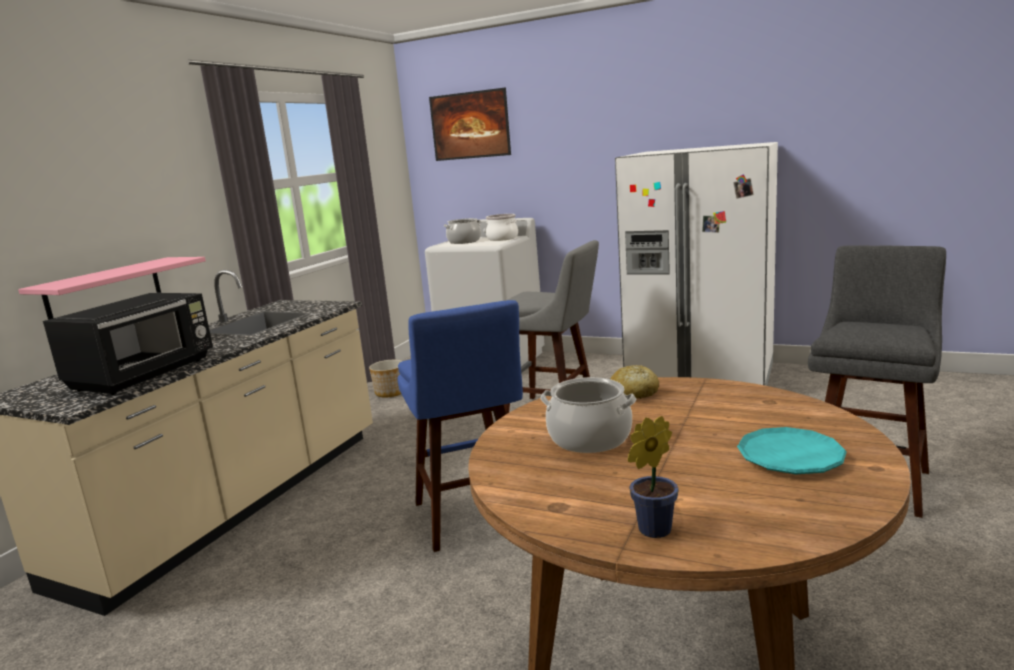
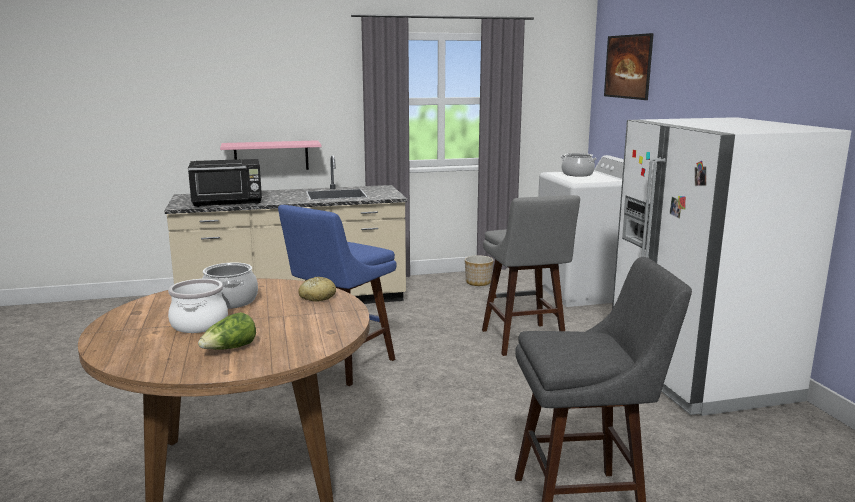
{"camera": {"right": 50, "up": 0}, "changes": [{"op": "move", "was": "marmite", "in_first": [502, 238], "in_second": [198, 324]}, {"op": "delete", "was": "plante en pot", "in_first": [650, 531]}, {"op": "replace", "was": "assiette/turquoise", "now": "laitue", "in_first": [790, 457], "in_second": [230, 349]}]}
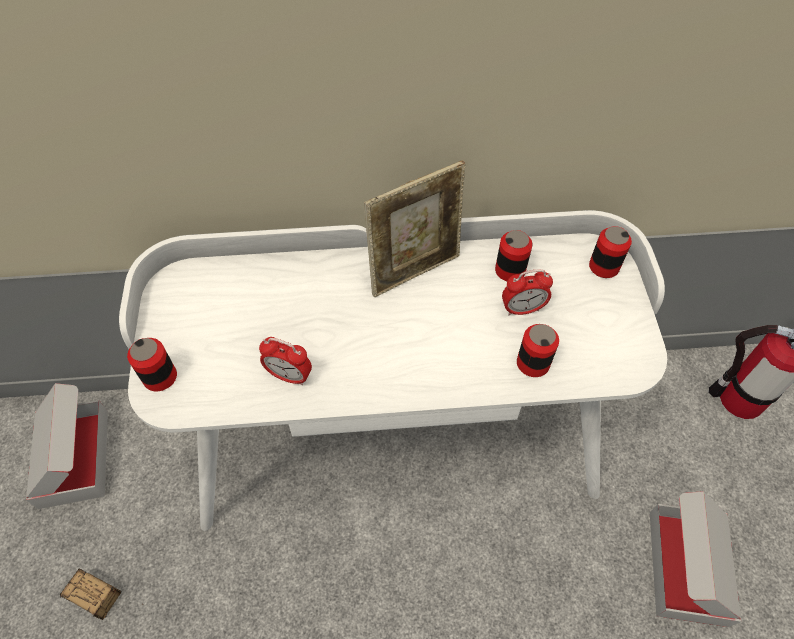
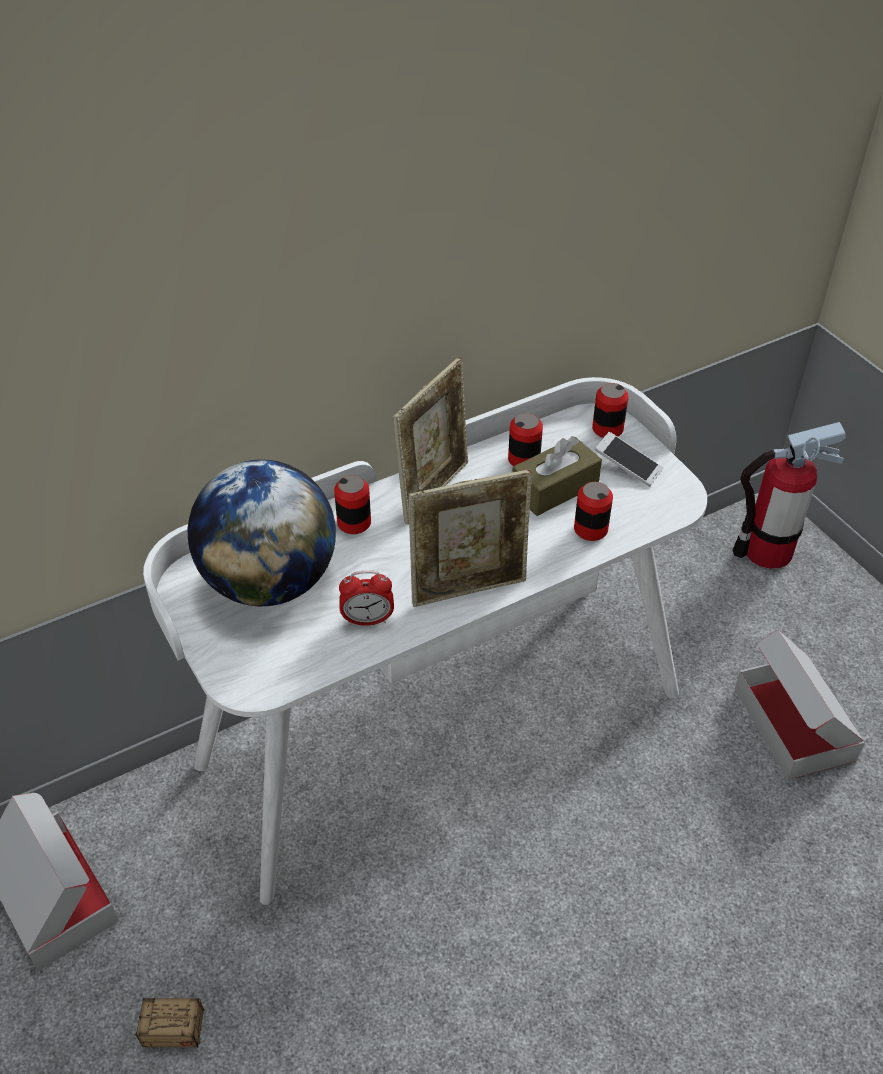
{"camera": {"right": -25, "up": -10}, "changes": [{"op": "move", "was": "boîte métallique", "in_first": [160, 377], "in_second": [354, 523]}, {"op": "replace", "was": "réveil", "now": "boîte à mouchoirs/marron", "in_first": [522, 309], "in_second": [555, 488]}, {"op": "insert", "now": "globe", "in_second": [270, 582]}, {"op": "insert", "now": "cadre photo", "in_second": [469, 588]}, {"op": "insert", "now": "téléphone", "in_second": [627, 467]}]}
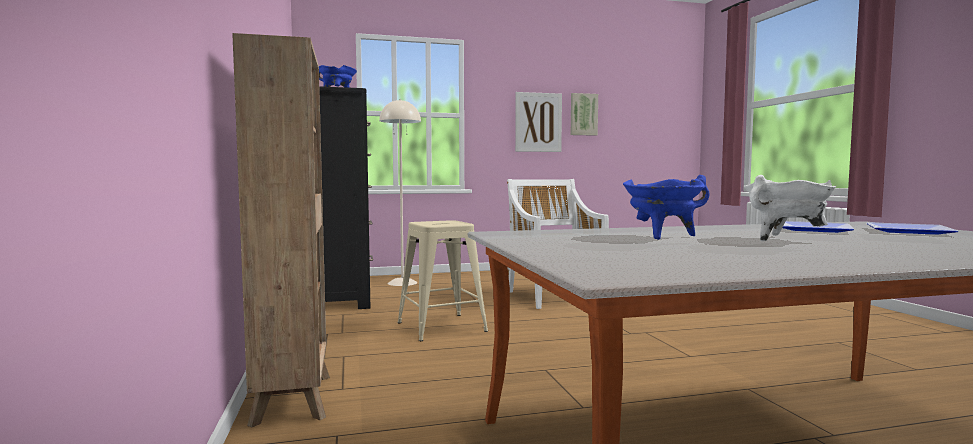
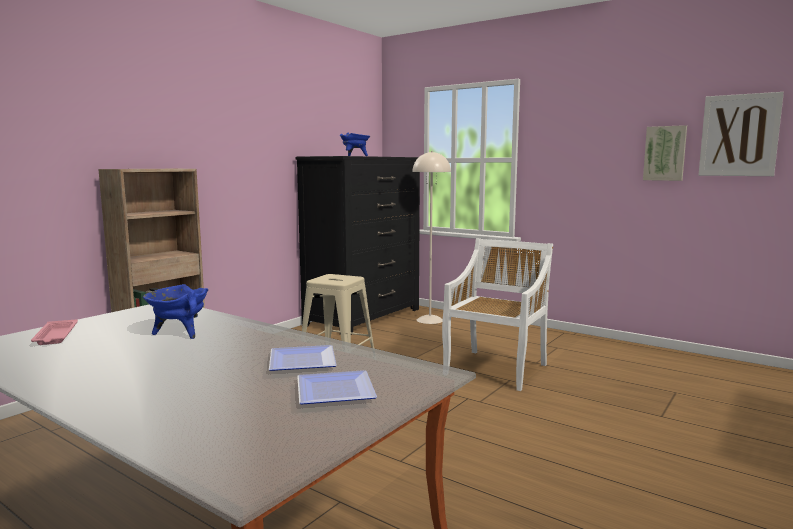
{"camera": {"right": 50, "up": 5}, "changes": [{"op": "move", "was": "tableau", "in_first": [538, 122], "in_second": [739, 135]}, {"op": "delete", "was": "marmite/blanc", "in_first": [785, 239]}, {"op": "insert", "now": "plateau/rose", "in_second": [55, 336]}]}
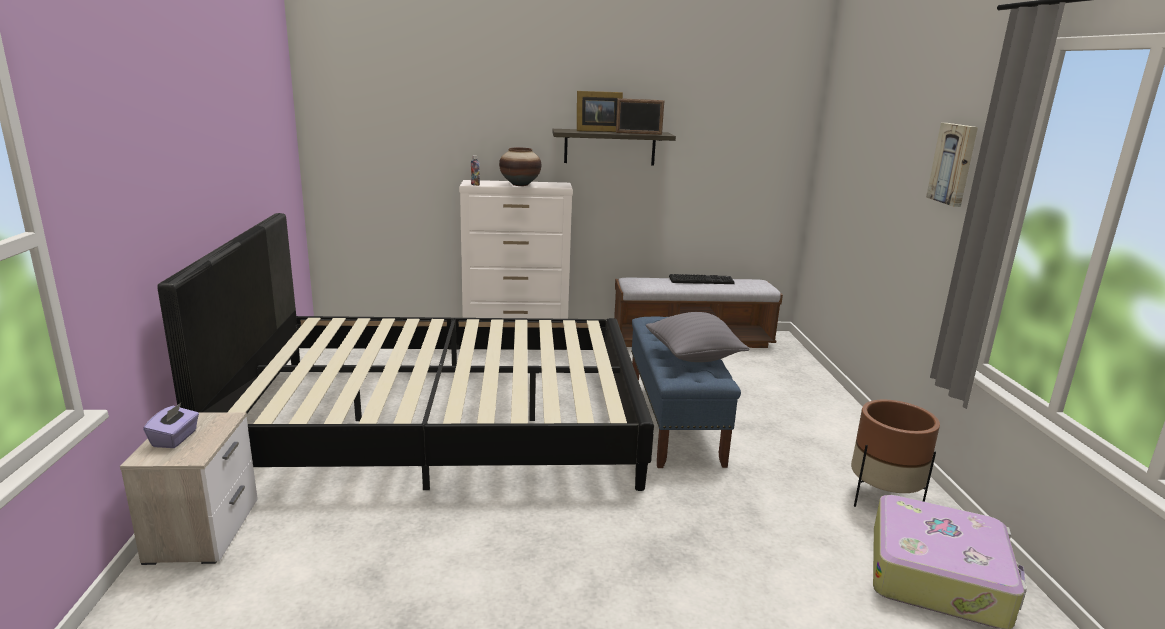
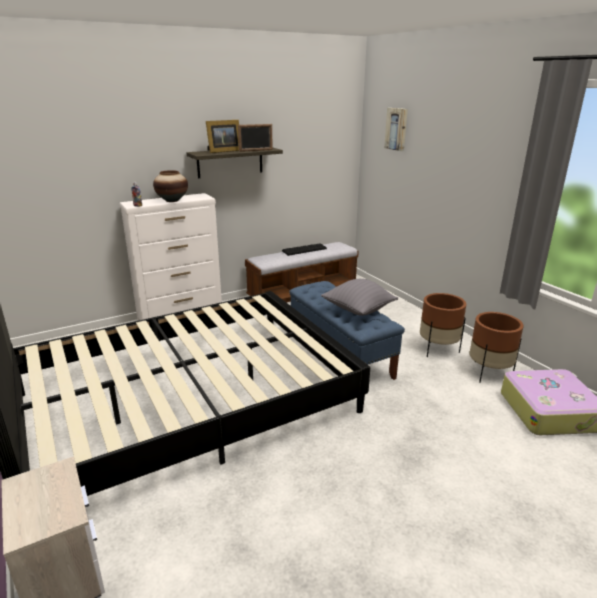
{"camera": {"right": -25, "up": 5}, "changes": [{"op": "delete", "was": "boîte à mouchoirs/violet", "in_first": [175, 439]}, {"op": "move", "was": "tableau", "in_first": [954, 164], "in_second": [397, 129]}, {"op": "insert", "now": "cache-pot/marron", "in_second": [438, 349]}]}
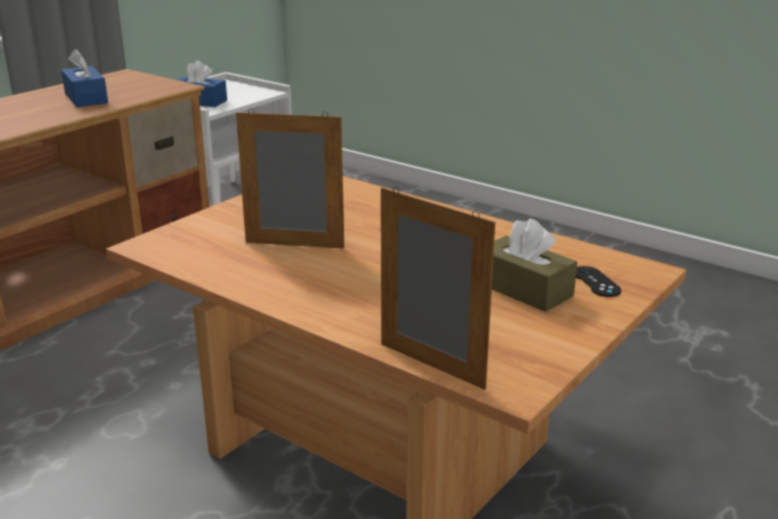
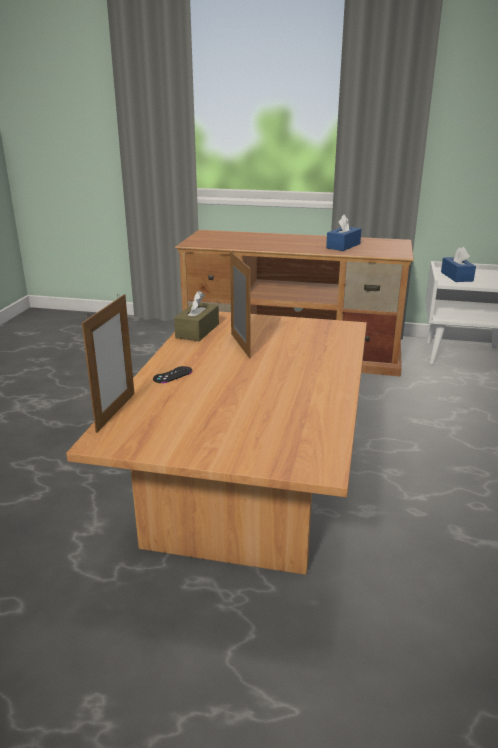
{"camera": {"right": 65, "up": 0}, "changes": [{"op": "move", "was": "boîte à mouchoirs/marron", "in_first": [523, 289], "in_second": [197, 331]}, {"op": "move", "was": "manette/noir", "in_first": [595, 282], "in_second": [173, 375]}]}
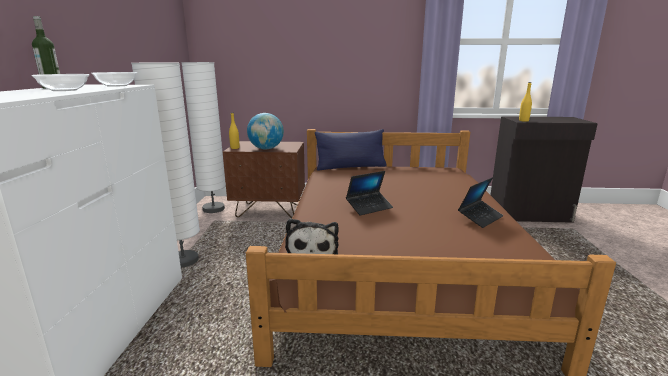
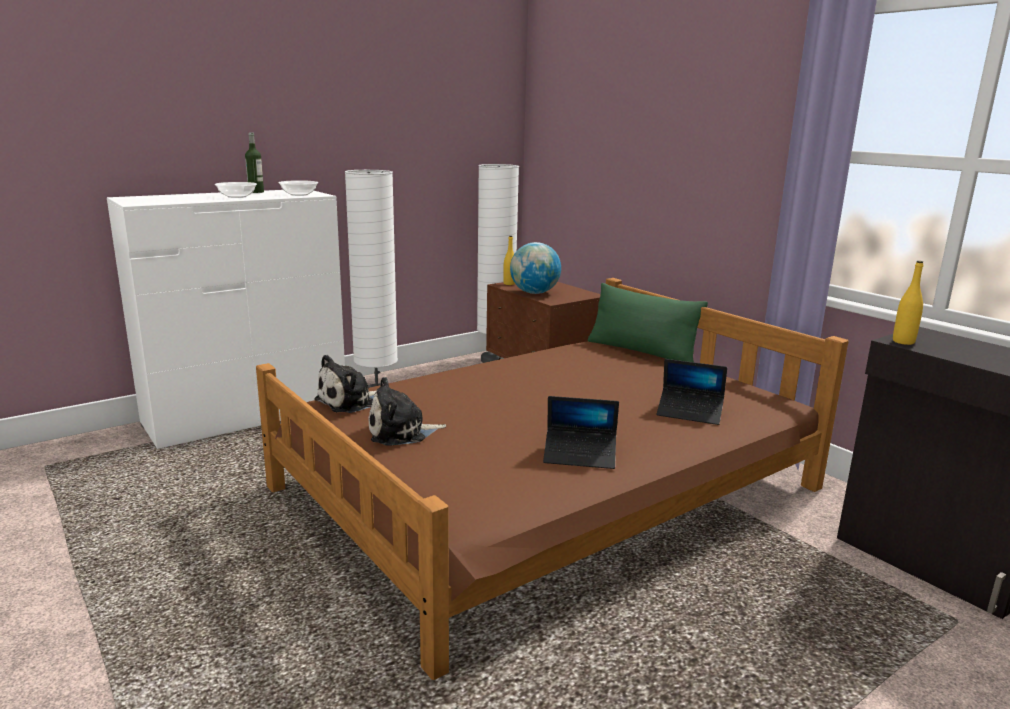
{"camera": {"right": 50, "up": 0}, "changes": [{"op": "recolor", "was": "coussin/bleu", "now": "coussin/vert", "in_first": [351, 167], "in_second": [641, 351]}, {"op": "move", "was": "ordinateur portable", "in_first": [369, 207], "in_second": [689, 413]}, {"op": "insert", "now": "peluche", "in_second": [401, 432]}]}
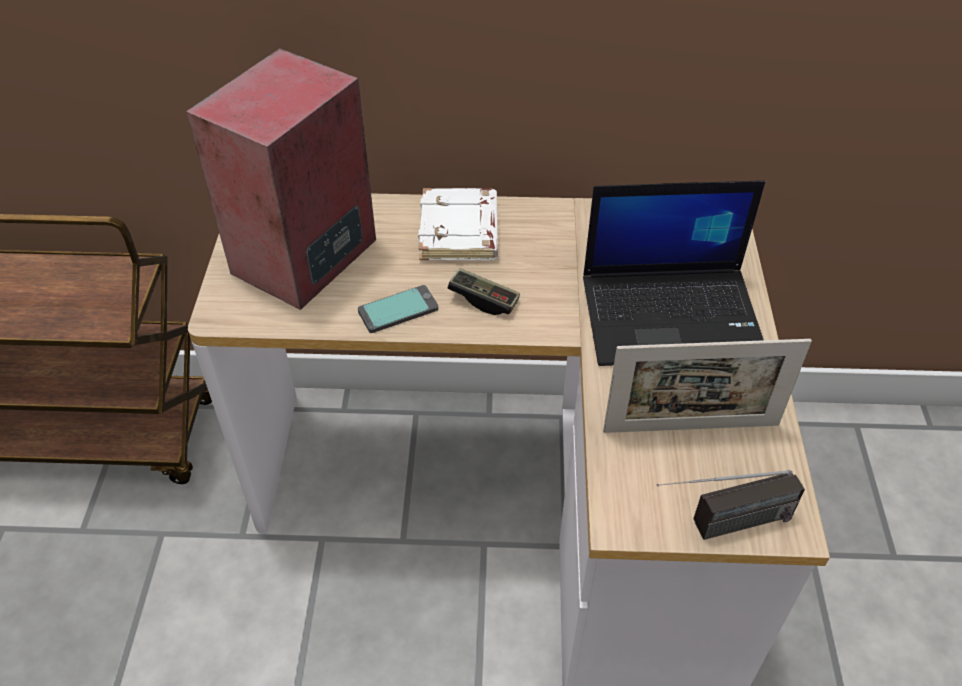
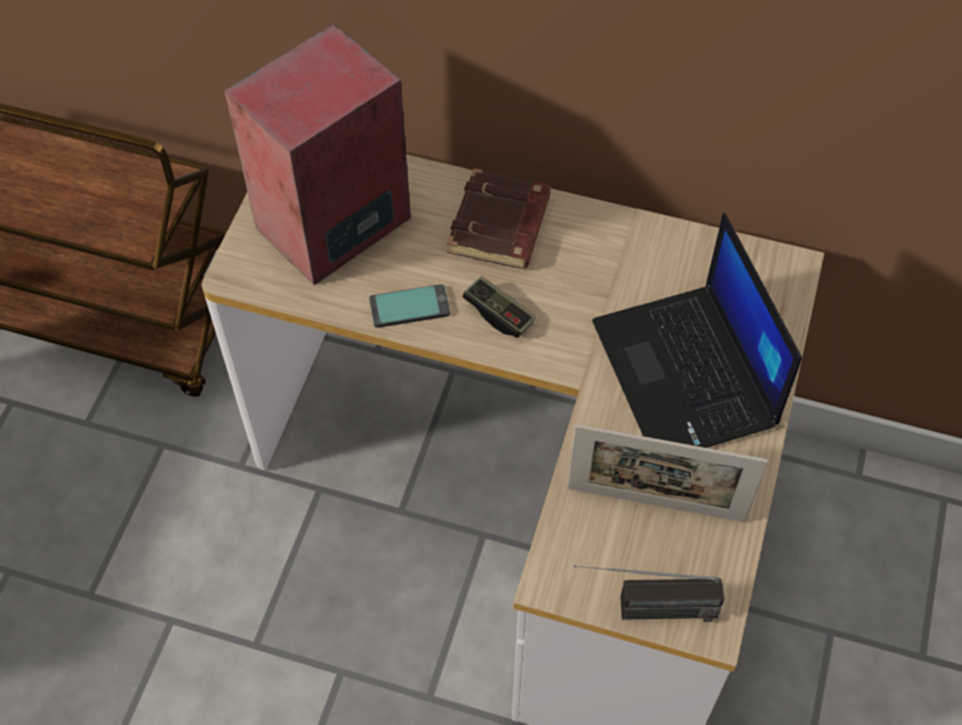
{"camera": {"right": 15, "up": 10}, "changes": [{"op": "recolor", "was": "livre/blanc", "now": "livre/marron", "in_first": [460, 232], "in_second": [500, 226]}, {"op": "rotate", "was": "ordinateur portable", "in_first": [673, 315], "in_second": [687, 375], "clockwise": 60}]}
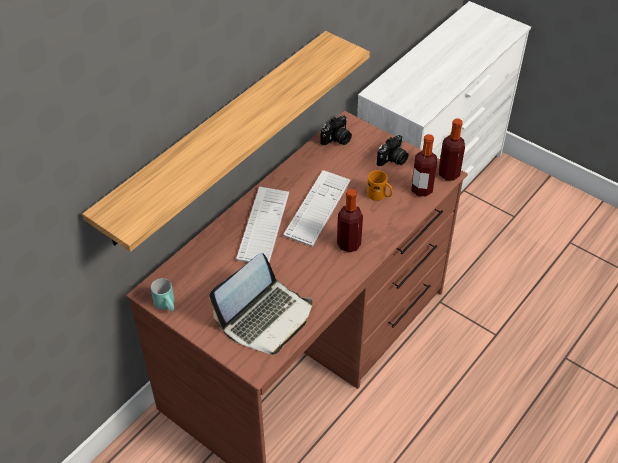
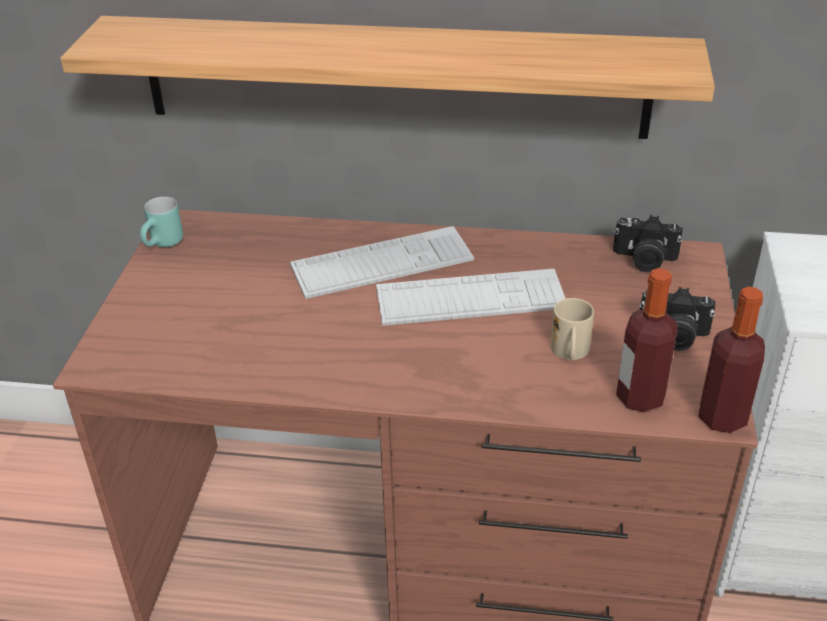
{"camera": {"right": 60, "up": -10}, "changes": [{"op": "delete", "was": "ordinateur portable", "in_first": [266, 318]}, {"op": "delete", "was": "bouteille", "in_first": [348, 244]}, {"op": "recolor", "was": "mug/orange", "now": "mug/beige", "in_first": [380, 195], "in_second": [570, 353]}]}
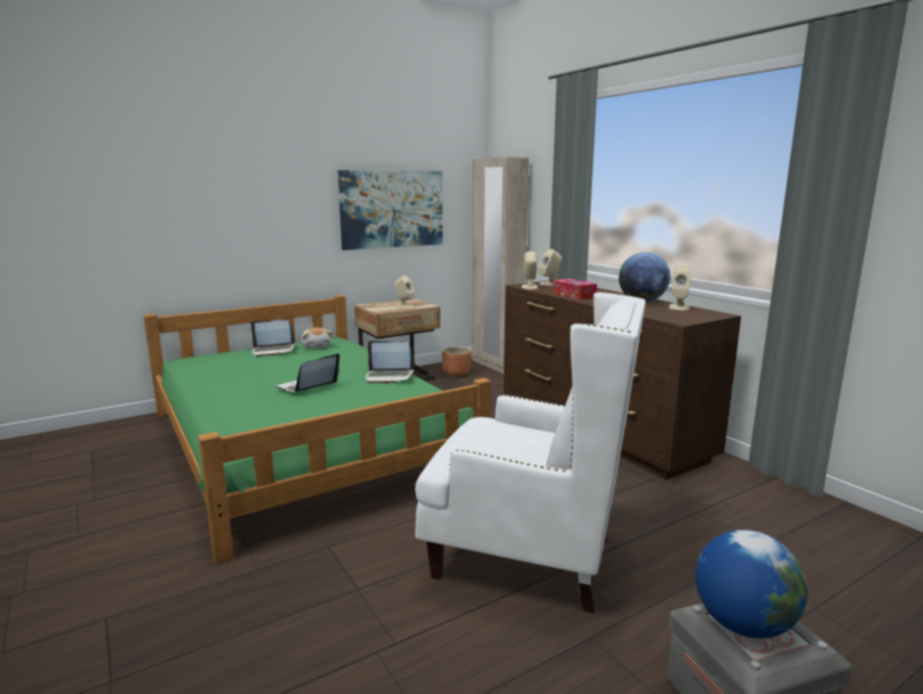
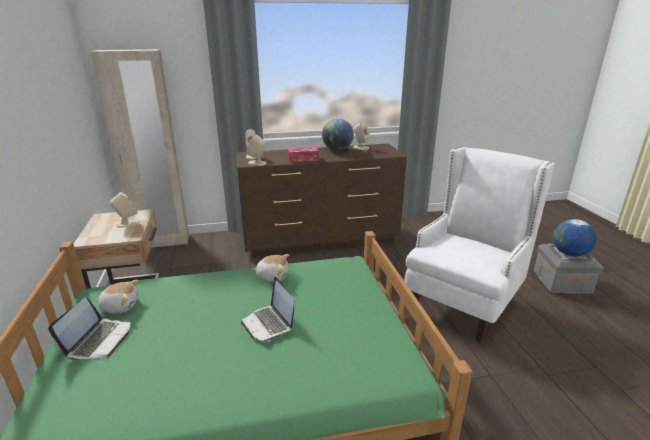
{"camera": {"right": -70, "up": 10}, "changes": [{"op": "delete", "was": "tableau", "in_first": [392, 209]}, {"op": "replace", "was": "ordinateur portable", "now": "peluche", "in_first": [389, 377], "in_second": [272, 276]}, {"op": "delete", "was": "cache-pot/marron", "in_first": [457, 374]}]}
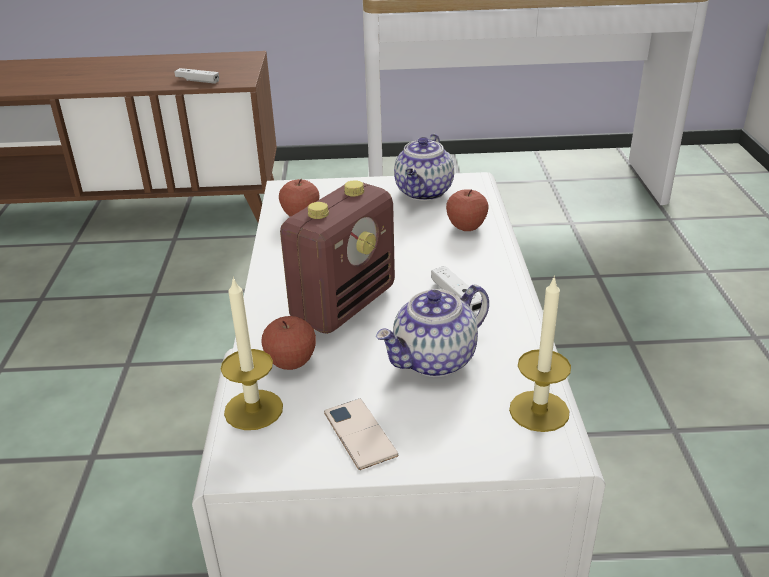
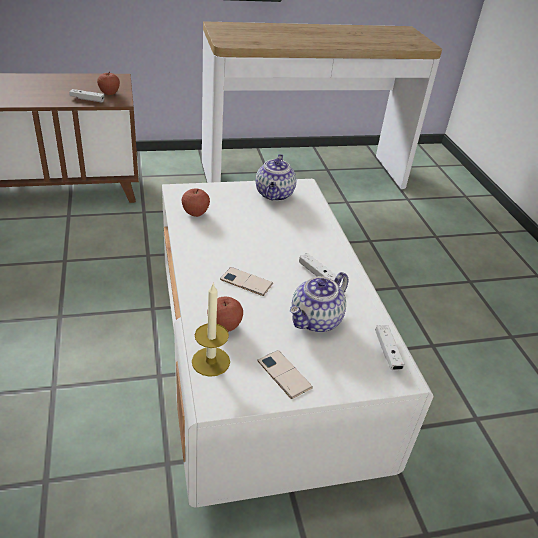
{"camera": {"right": -15, "up": 5}, "changes": [{"op": "replace", "was": "radio", "now": "téléphone", "in_first": [344, 304], "in_second": [246, 282]}, {"op": "move", "was": "pomme", "in_first": [466, 226], "in_second": [109, 93]}, {"op": "replace", "was": "bougie", "now": "manette/blanc", "in_first": [539, 411], "in_second": [387, 352]}]}
